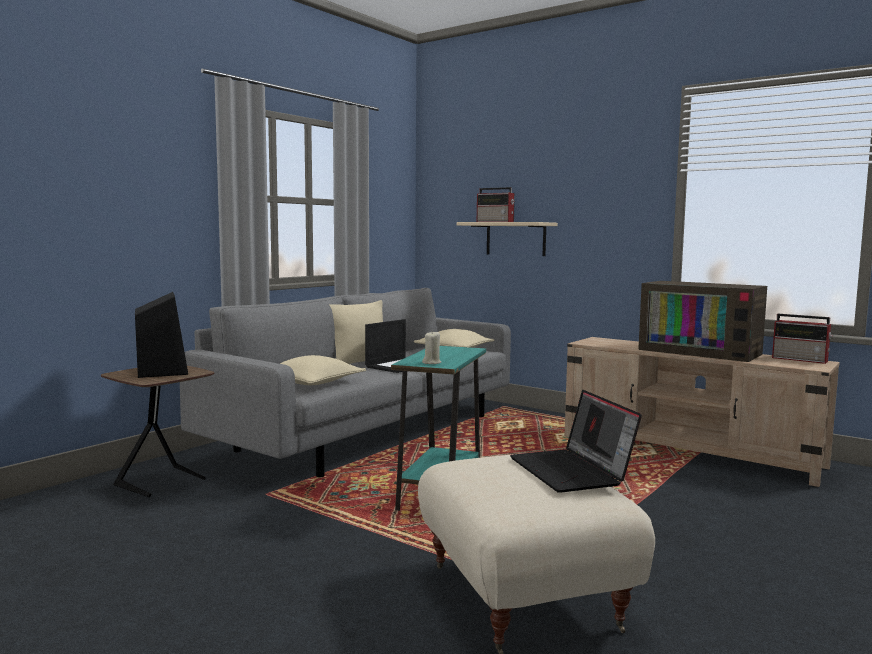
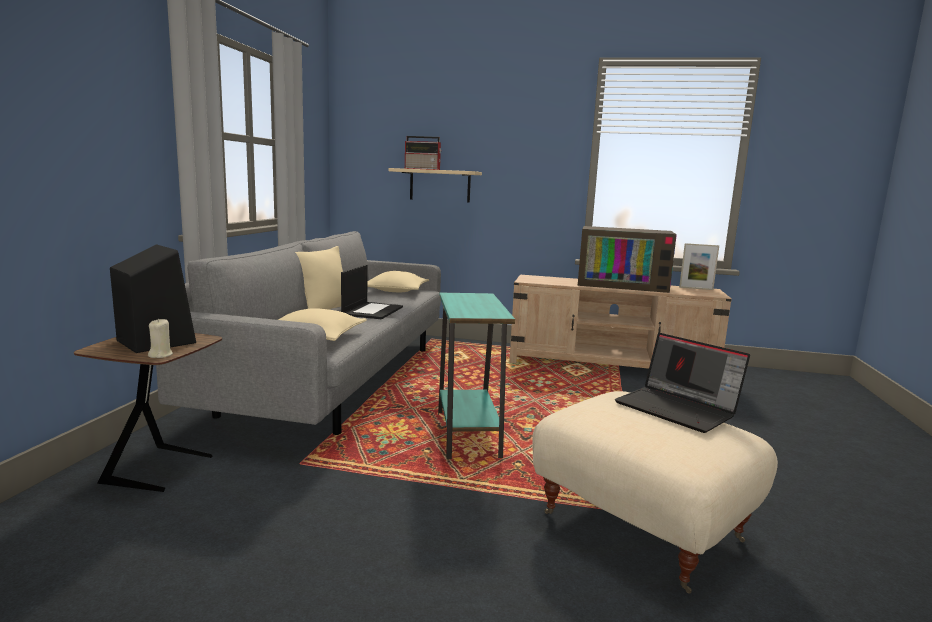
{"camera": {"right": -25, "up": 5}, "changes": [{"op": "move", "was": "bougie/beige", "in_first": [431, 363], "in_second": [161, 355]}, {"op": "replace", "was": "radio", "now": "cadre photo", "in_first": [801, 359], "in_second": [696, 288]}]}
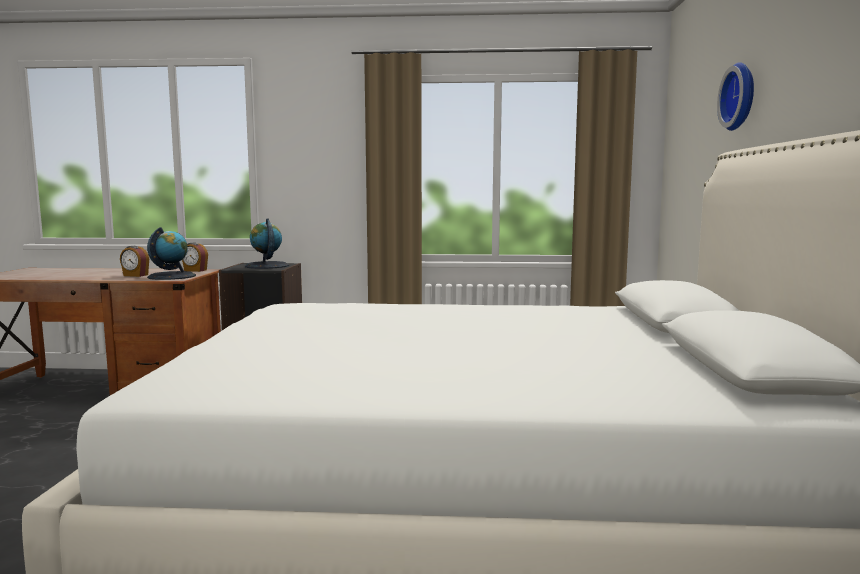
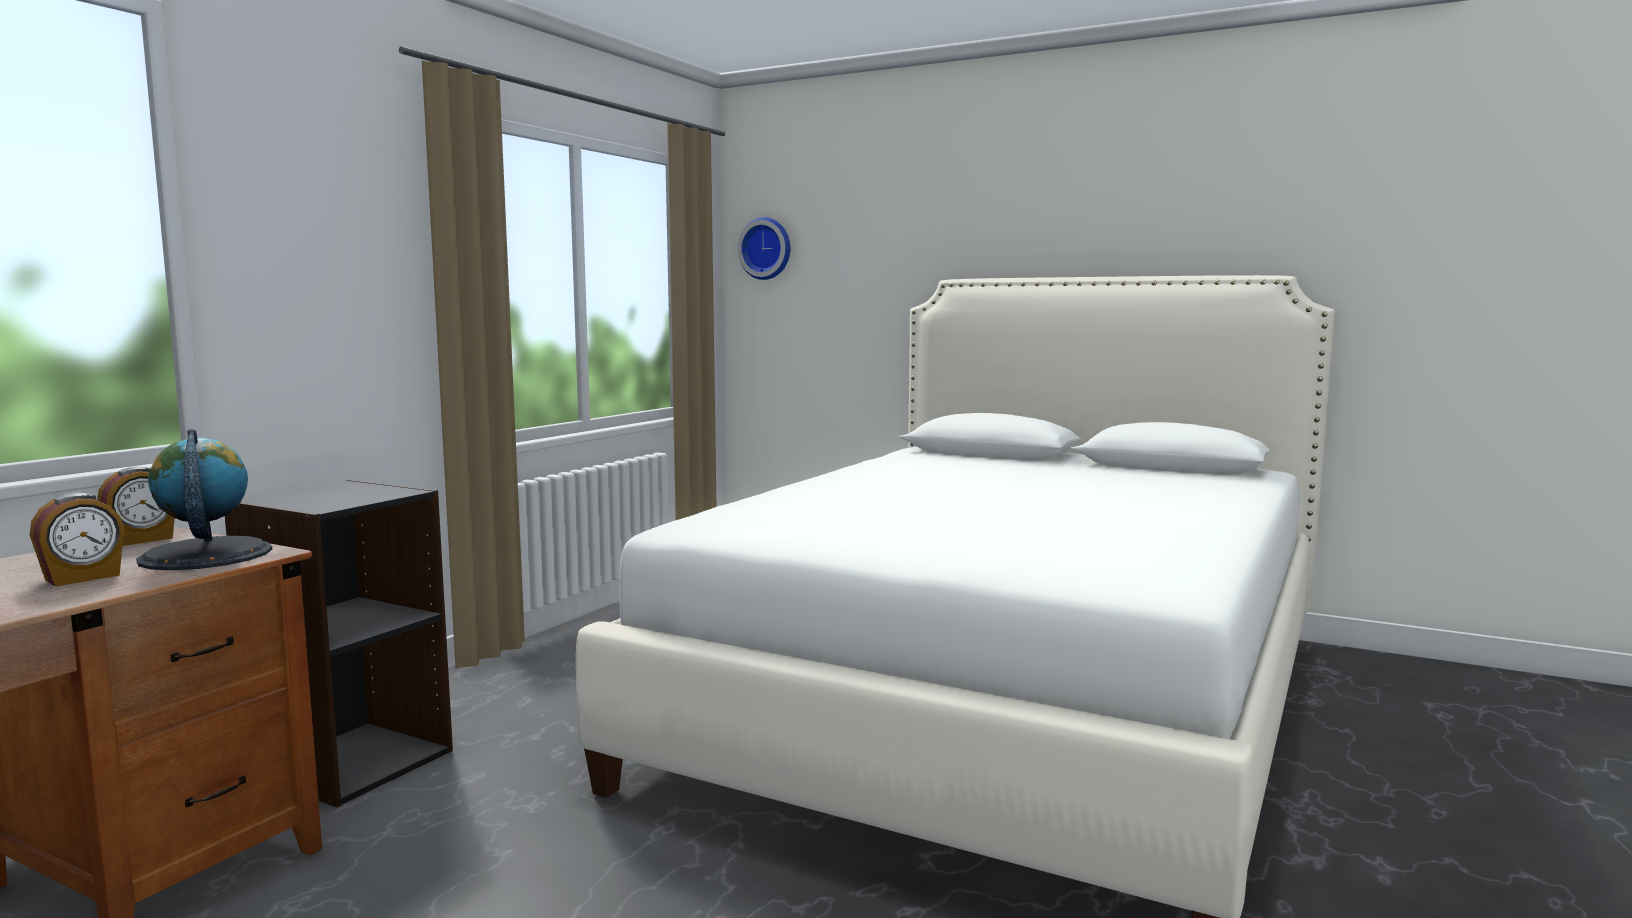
{"camera": {"right": -65, "up": 0}, "changes": [{"op": "delete", "was": "globe", "in_first": [266, 266]}, {"op": "move", "was": "horloge murale", "in_first": [741, 97], "in_second": [766, 249]}]}
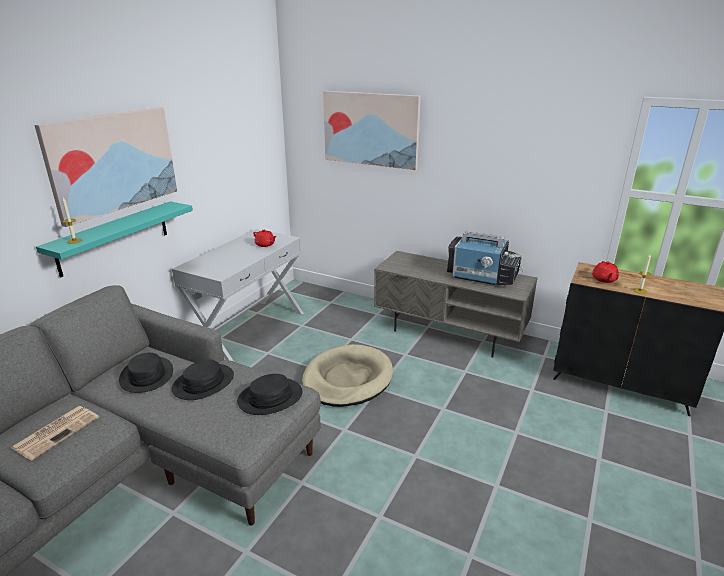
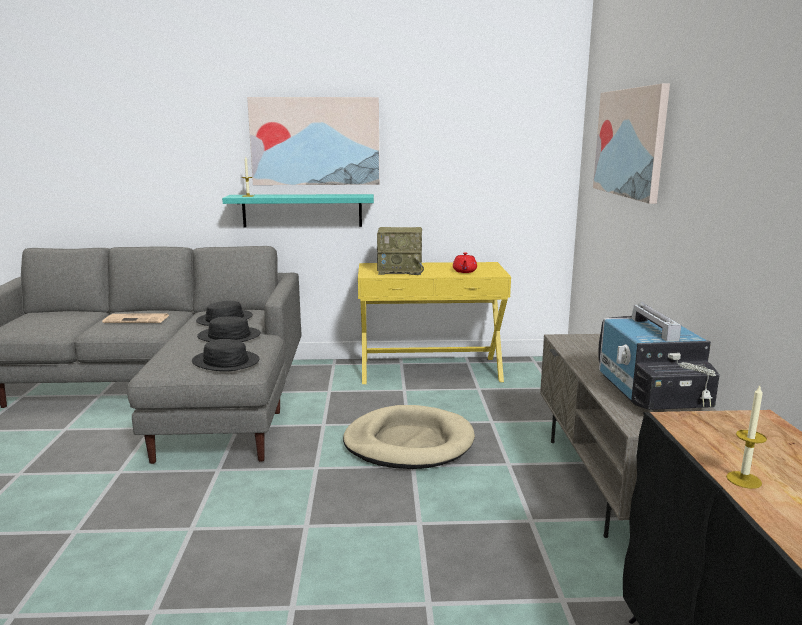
{"camera": {"right": 60, "up": -10}, "changes": [{"op": "recolor", "was": "table console/blanc", "now": "table console/jaune", "in_first": [249, 331], "in_second": [430, 370]}, {"op": "delete", "was": "théière/rouge", "in_first": [604, 279]}, {"op": "insert", "now": "radio", "in_second": [401, 270]}]}
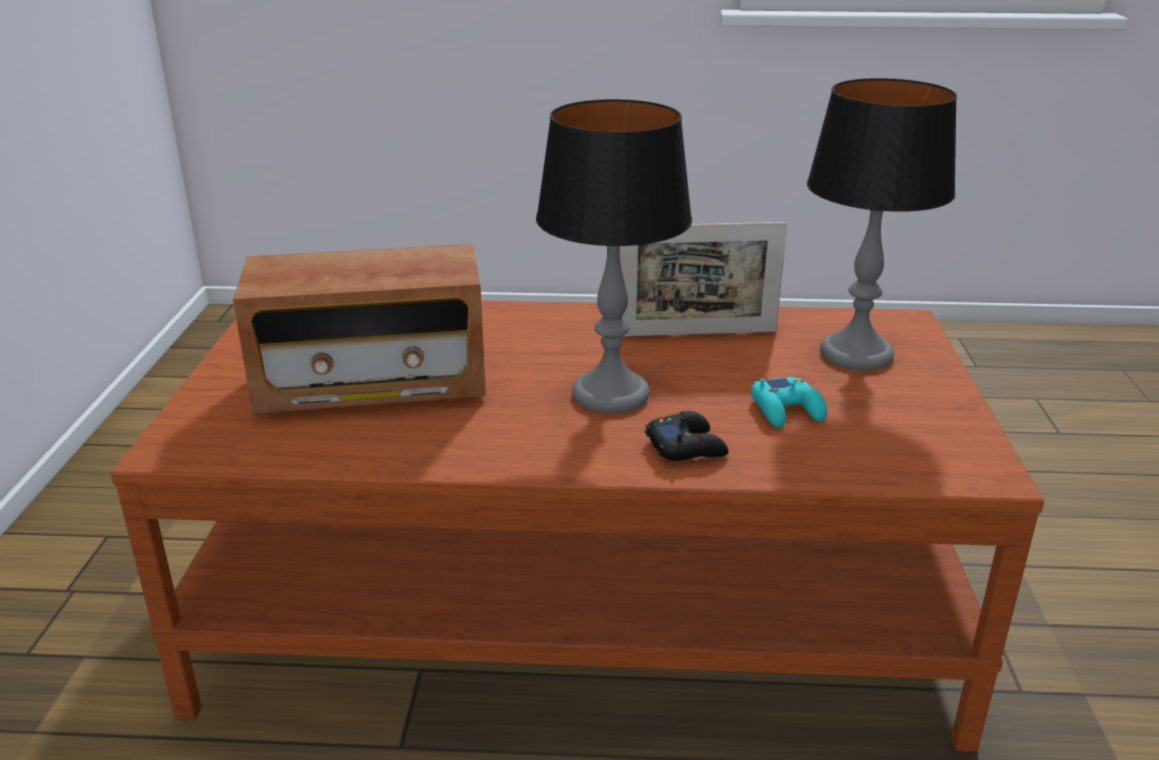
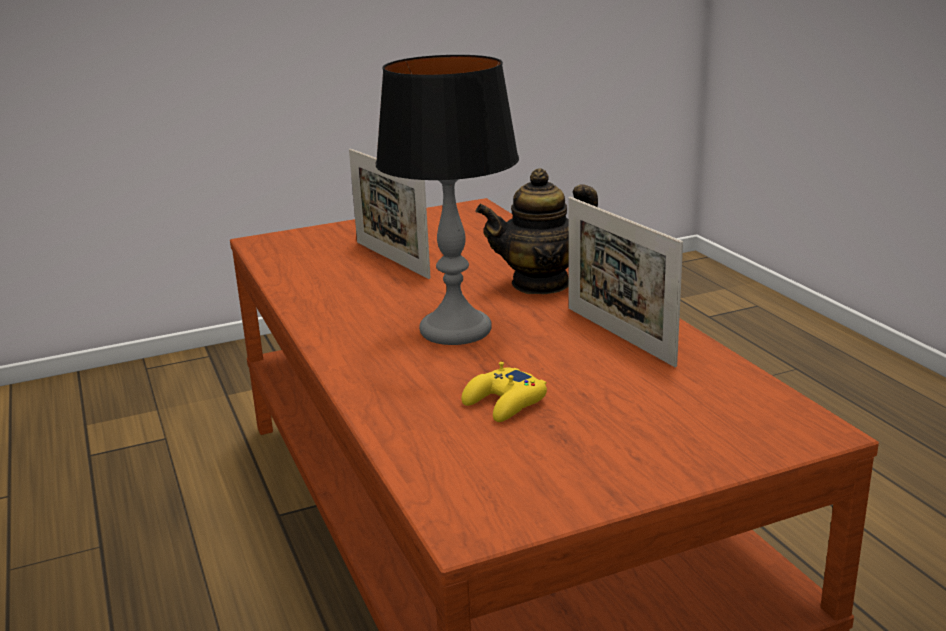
{"camera": {"right": 65, "up": -5}, "changes": [{"op": "replace", "was": "radio", "now": "cadre photo", "in_first": [372, 383], "in_second": [391, 259]}, {"op": "delete", "was": "manette/noir", "in_first": [686, 446]}, {"op": "recolor", "was": "manette/turquoise", "now": "manette/jaune", "in_first": [787, 410], "in_second": [505, 403]}, {"op": "delete", "was": "lampe de table", "in_first": [856, 354]}, {"op": "insert", "now": "théière", "in_second": [541, 283]}]}
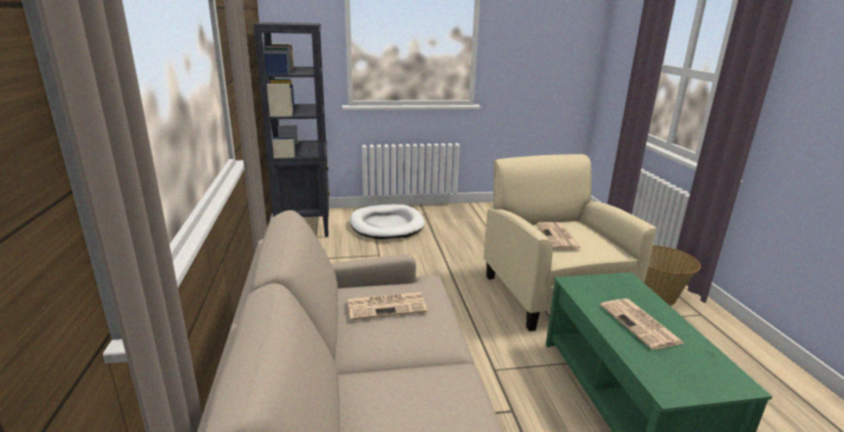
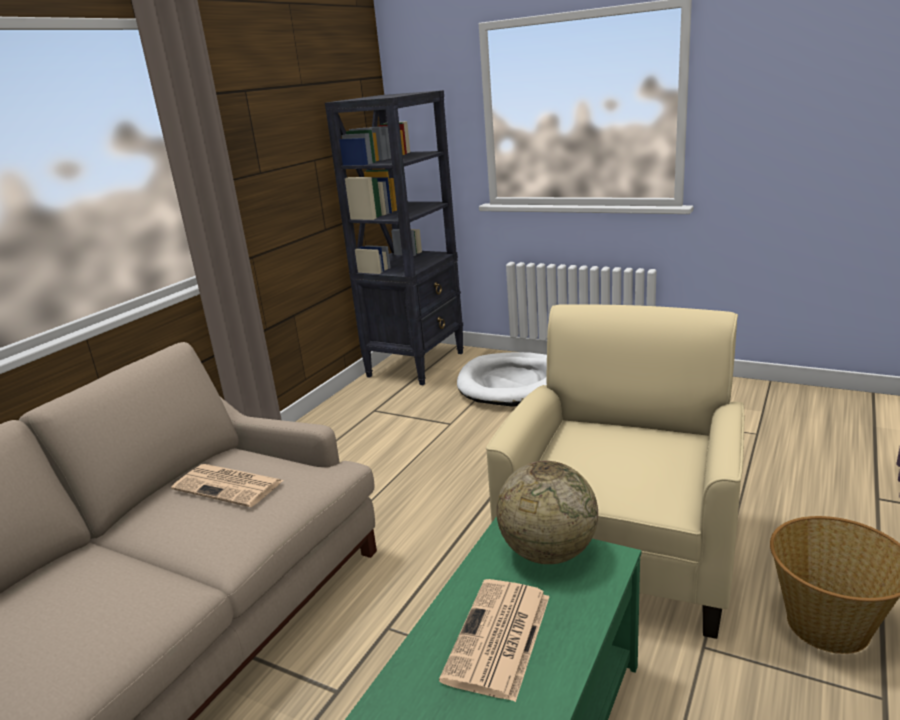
{"camera": {"right": 40, "up": 0}, "changes": [{"op": "delete", "was": "journal", "in_first": [558, 237]}, {"op": "insert", "now": "globe", "in_second": [548, 552]}]}
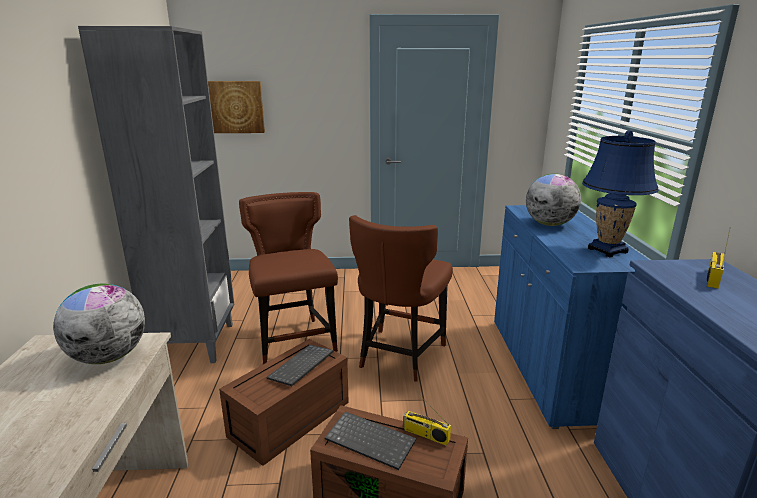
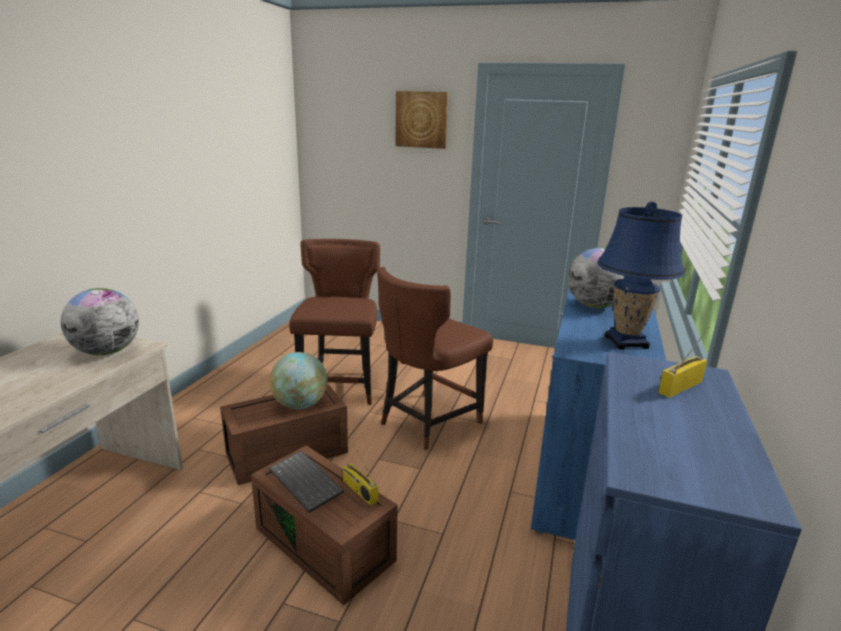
{"camera": {"right": 20, "up": 0}, "changes": [{"op": "delete", "was": "bibliothèque/gris", "in_first": [194, 343]}, {"op": "move", "was": "tableau", "in_first": [237, 107], "in_second": [421, 119]}, {"op": "replace", "was": "clavier", "now": "globe", "in_first": [302, 367], "in_second": [300, 405]}]}
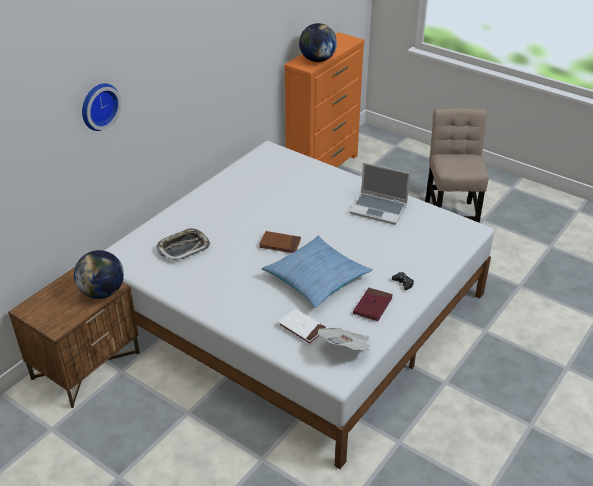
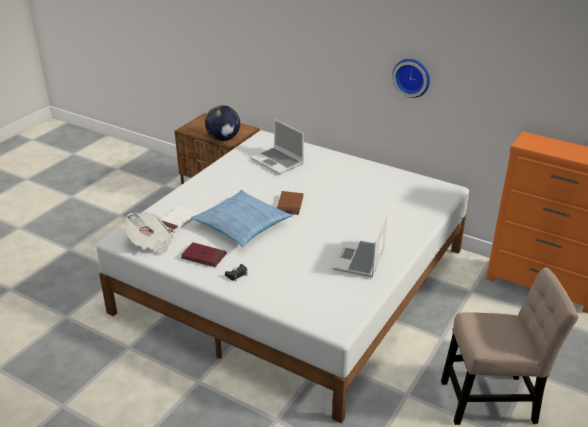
{"camera": {"right": 85, "up": -5}, "changes": [{"op": "move", "was": "horloge murale", "in_first": [98, 106], "in_second": [412, 77]}, {"op": "replace", "was": "plateau", "now": "ordinateur portable", "in_first": [183, 247], "in_second": [278, 162]}, {"op": "delete", "was": "globe", "in_first": [317, 60]}]}
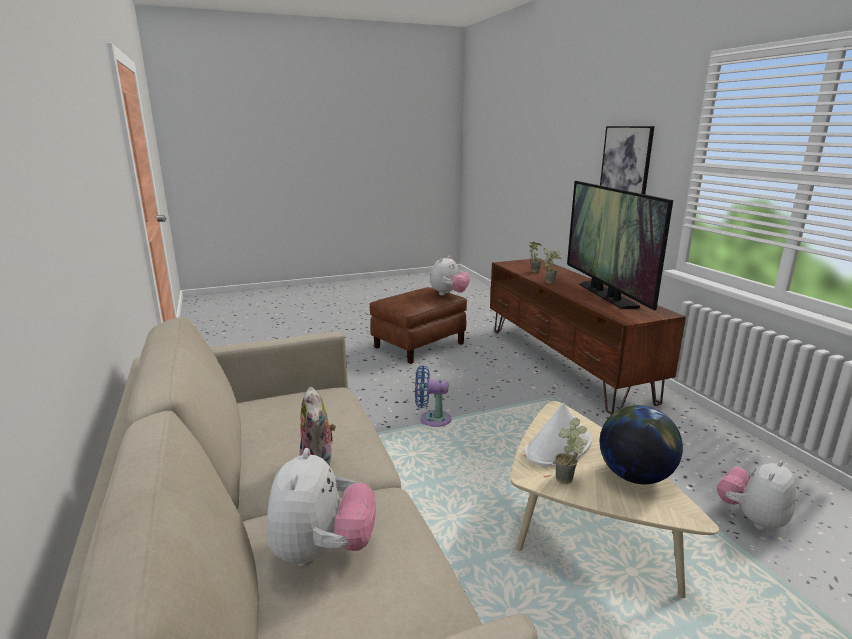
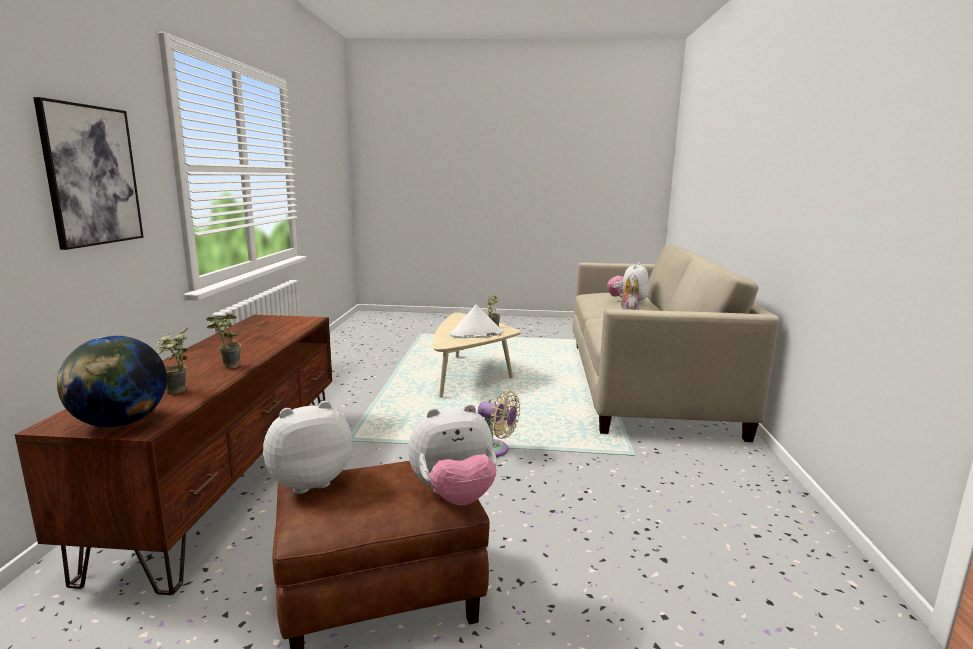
{"camera": {"right": -155, "up": -5}, "changes": [{"op": "recolor", "was": "ventilateur/bleu", "now": "ventilateur/beige", "in_first": [432, 419], "in_second": [494, 450]}, {"op": "delete", "was": "téléviseur", "in_first": [606, 295]}, {"op": "move", "was": "globe", "in_first": [634, 476], "in_second": [120, 423]}, {"op": "move", "was": "peluche", "in_first": [751, 518], "in_second": [454, 496]}]}
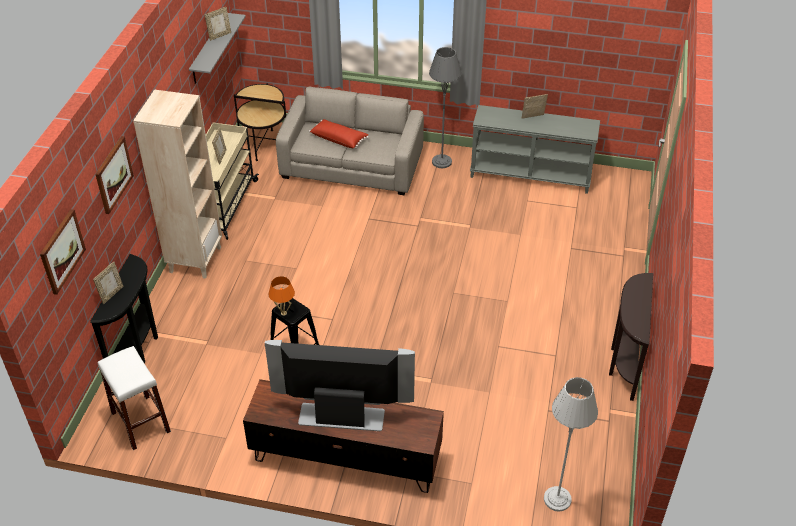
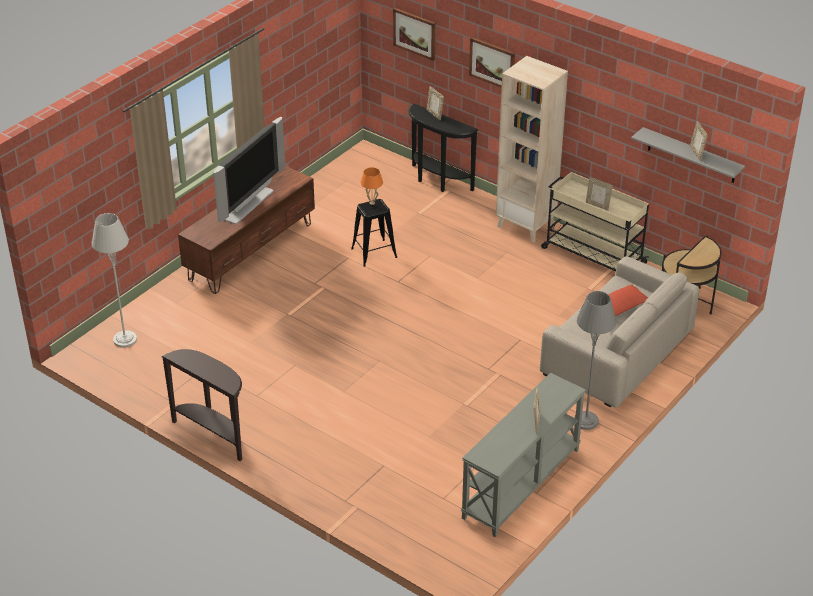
{"camera": {"right": 115, "up": -5}, "changes": [{"op": "delete", "was": "tabouret/blanc", "in_first": [140, 422]}]}
